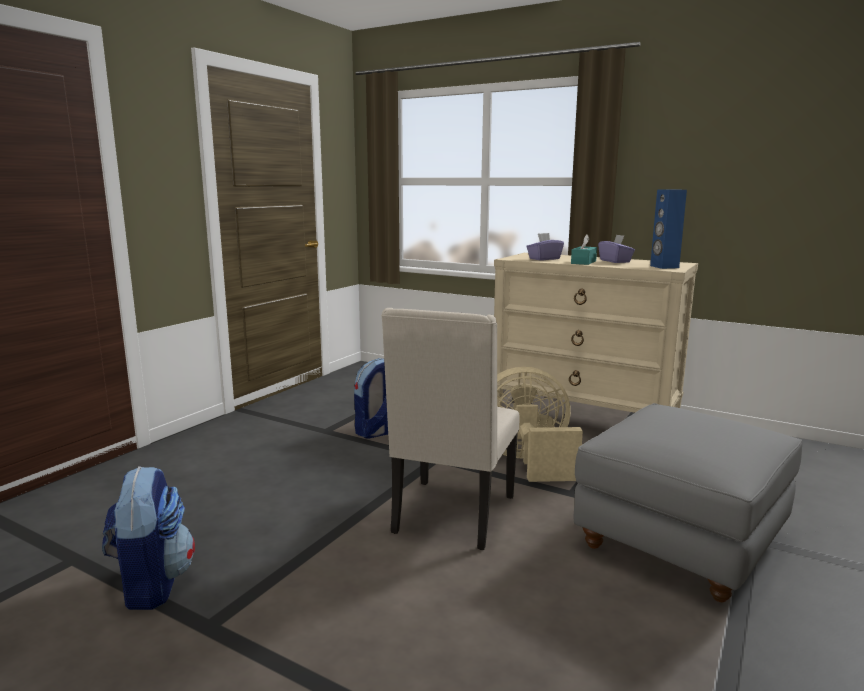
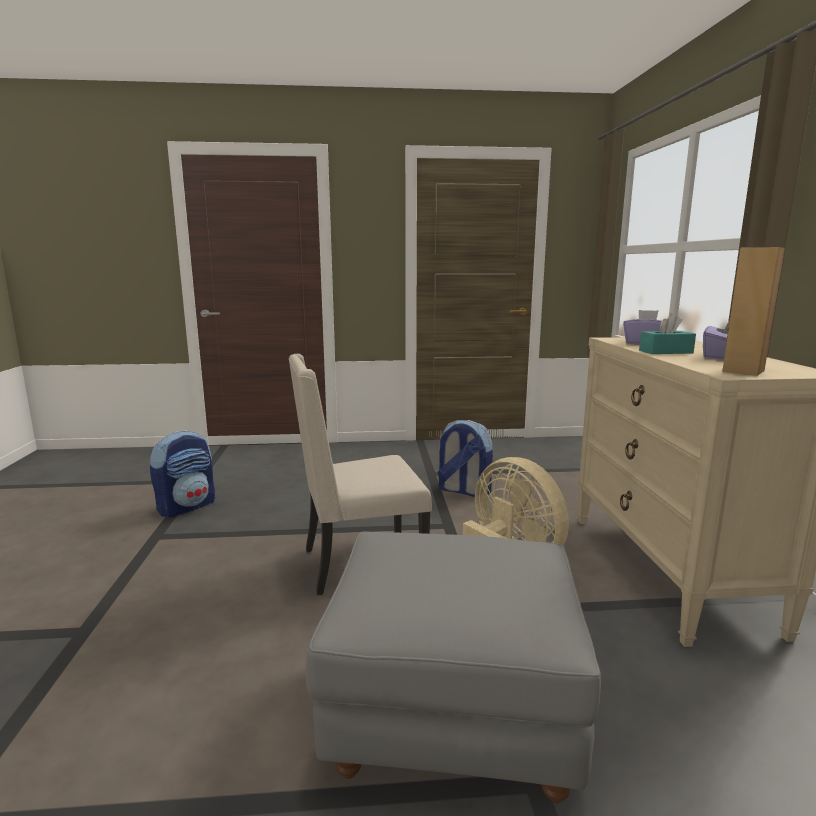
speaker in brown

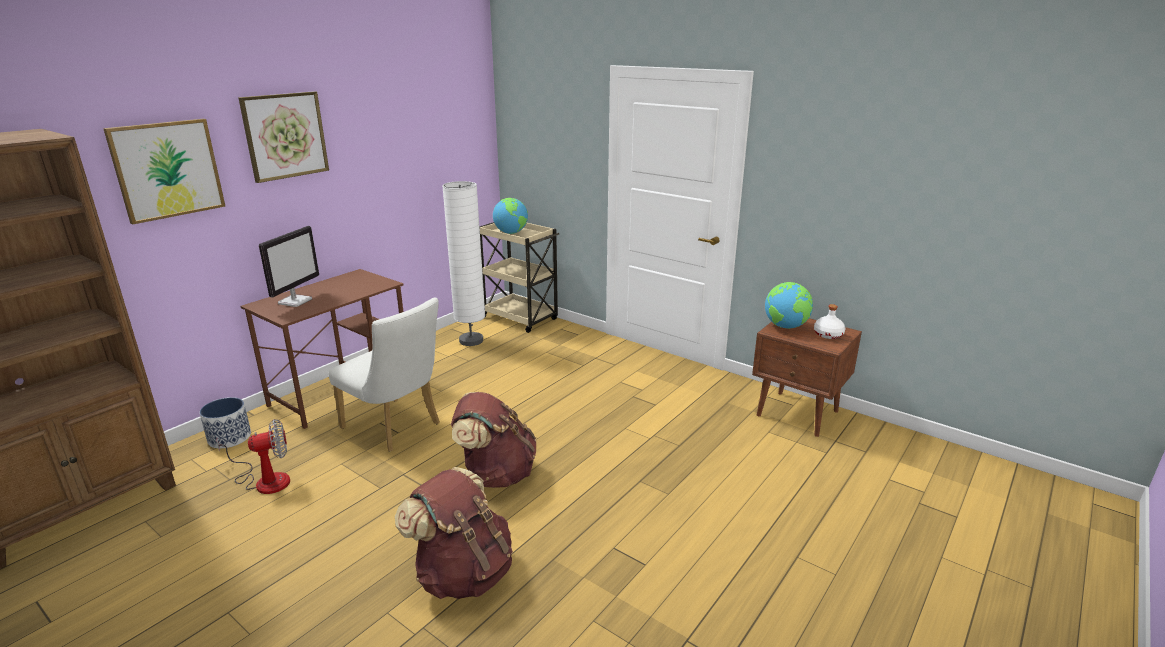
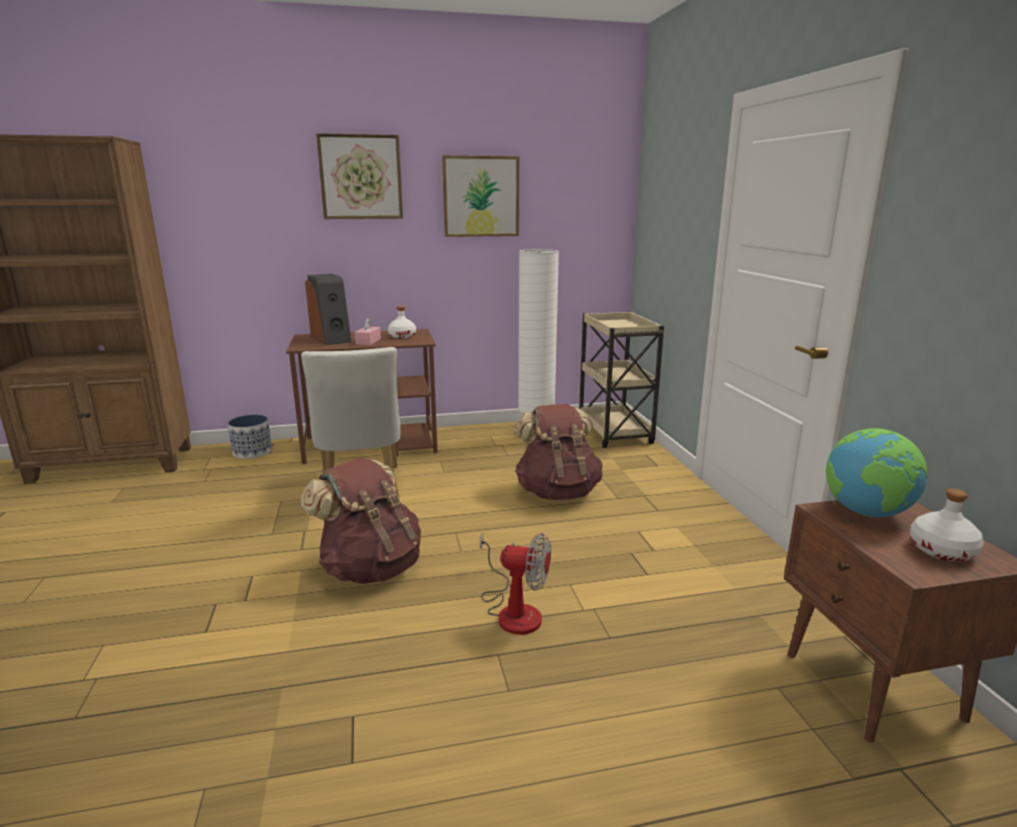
picture (2nd from left)
fan
speaker
backpack in brown (2nd from left)
globe (1st from left in the first image)
tissue box in pink
bottle in white (1st from left)

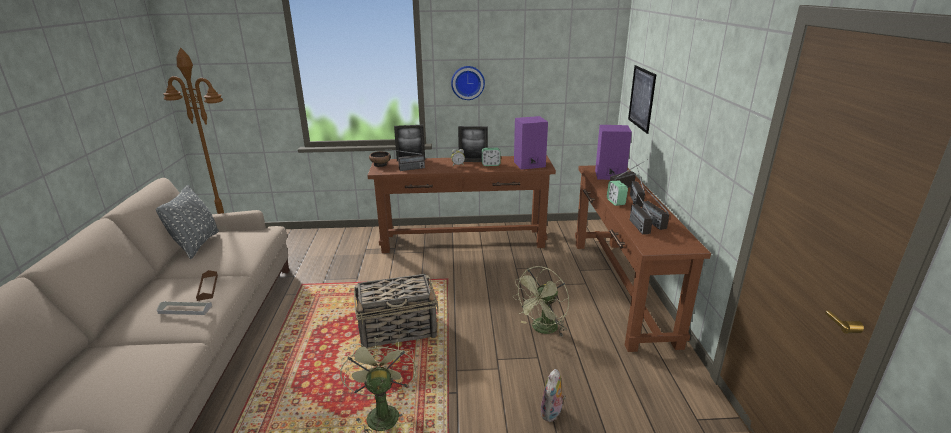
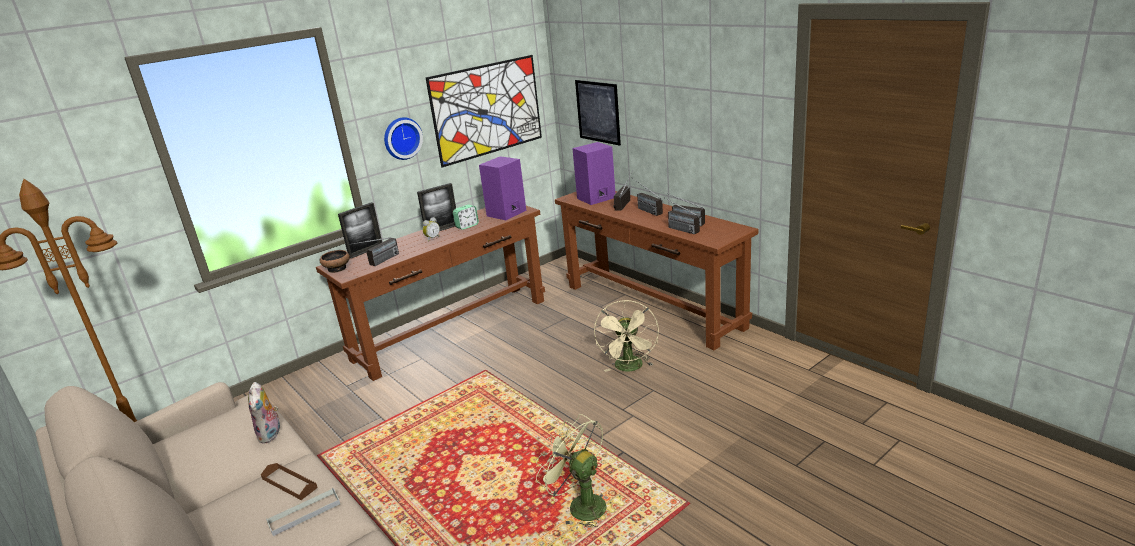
pillow in grey
basket
fan in beige
plush toy
alarm clock (3rd from left in the first image)
picture (1st from left)

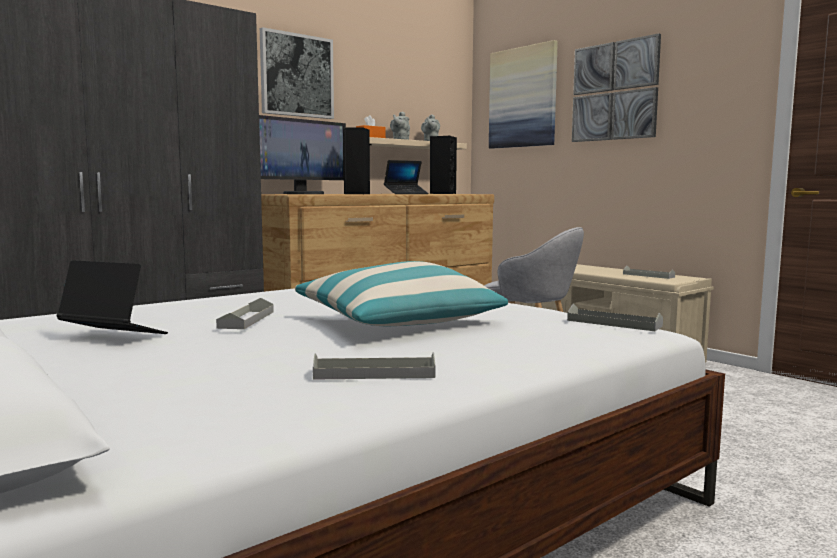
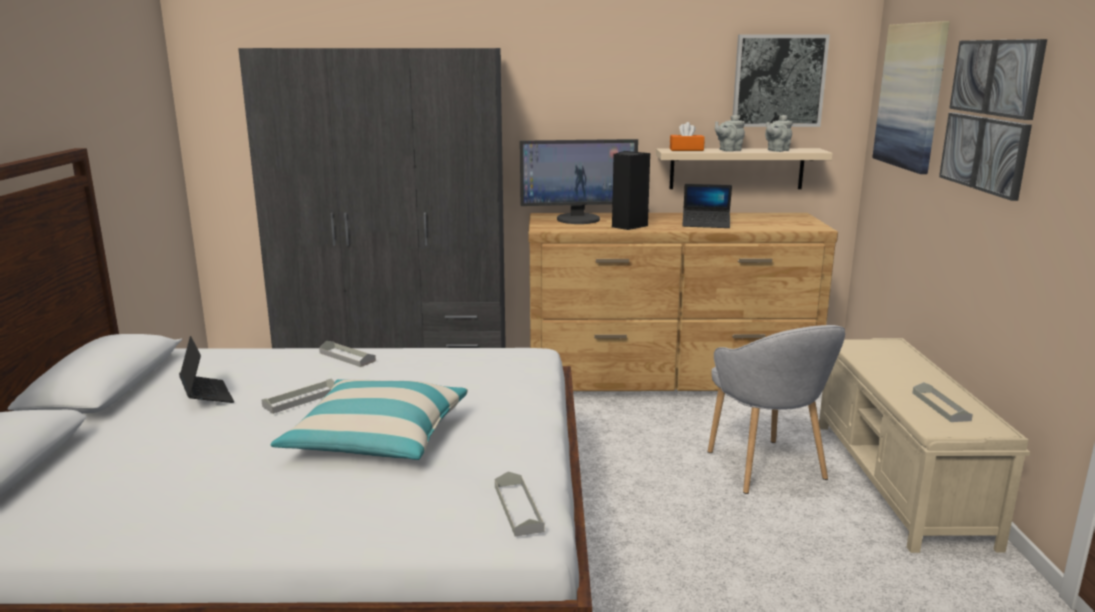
picture (1st from left)
tray in grey (2nd from left)
speaker in black (2nd from left in the first image)

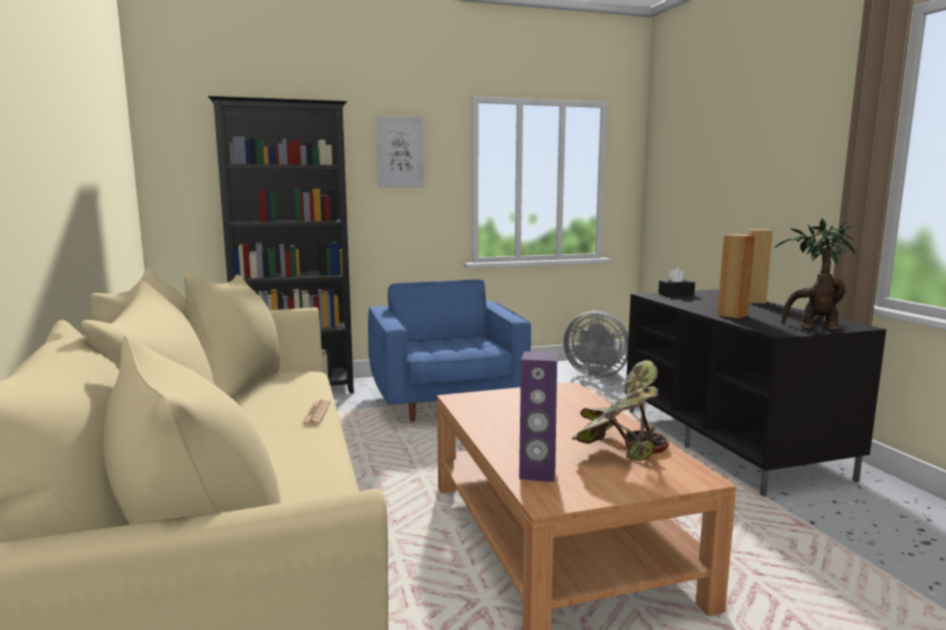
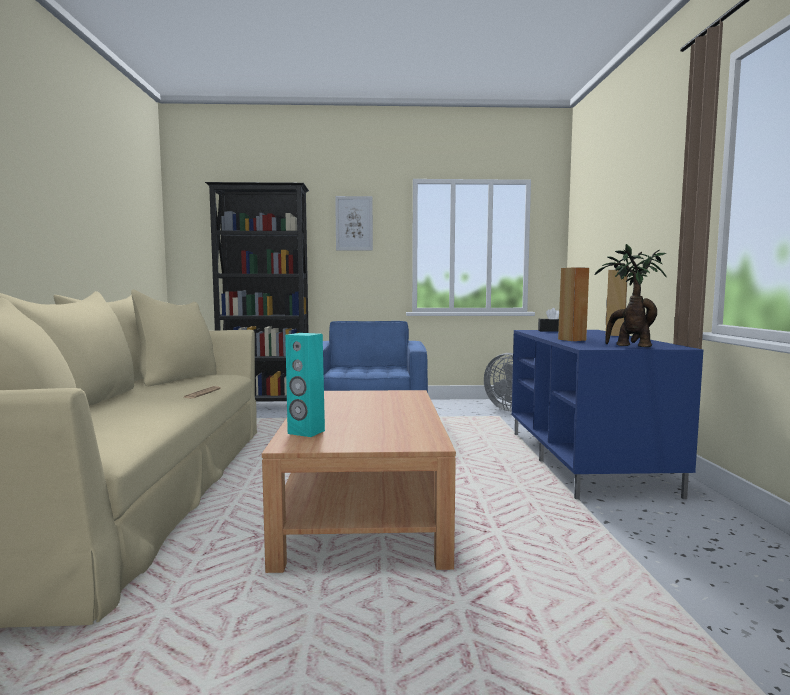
speaker in turquoise
potted plant (1st from left in the first image)
tv stand in blue

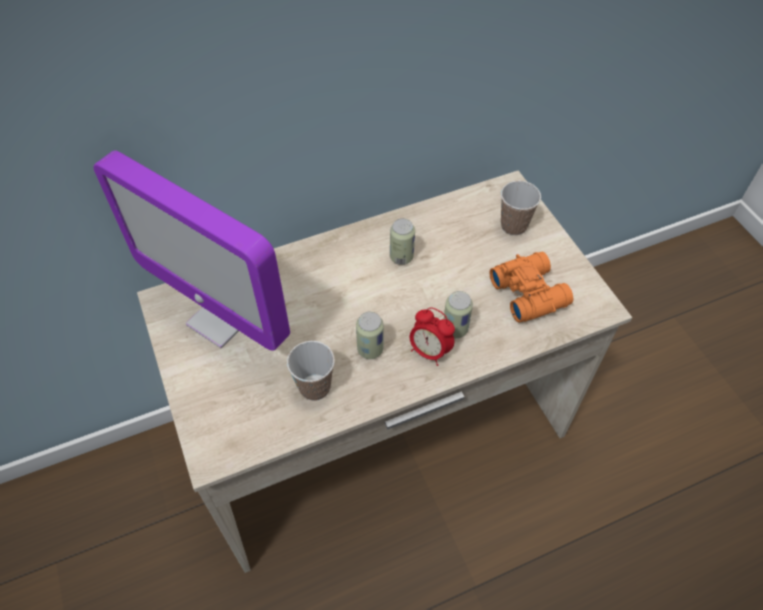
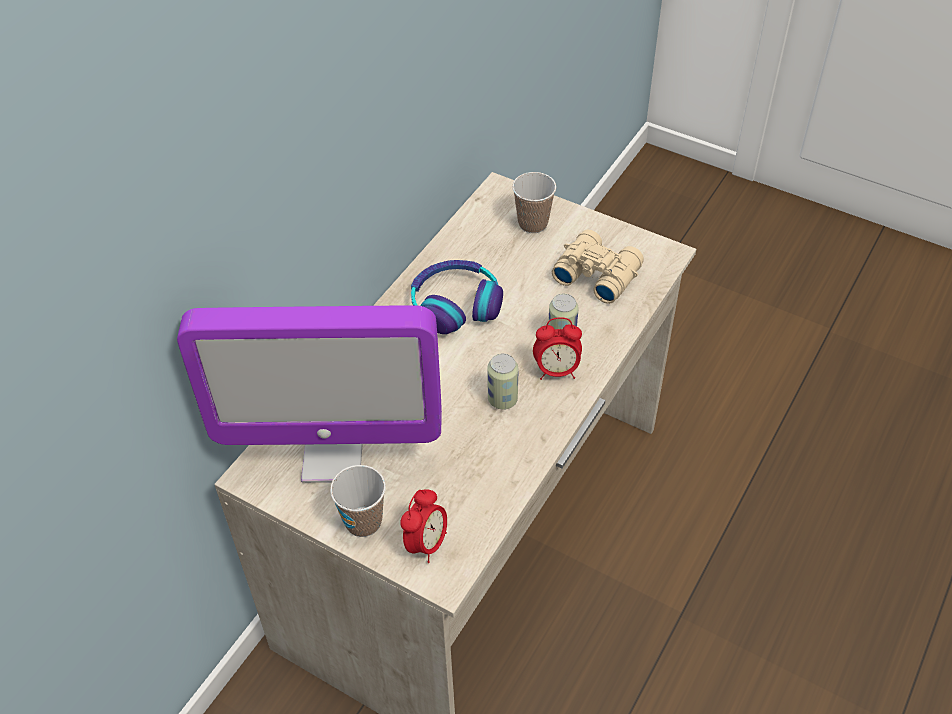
cup (1st from left)
headphones
binoculars in beige
alarm clock (1st from left)

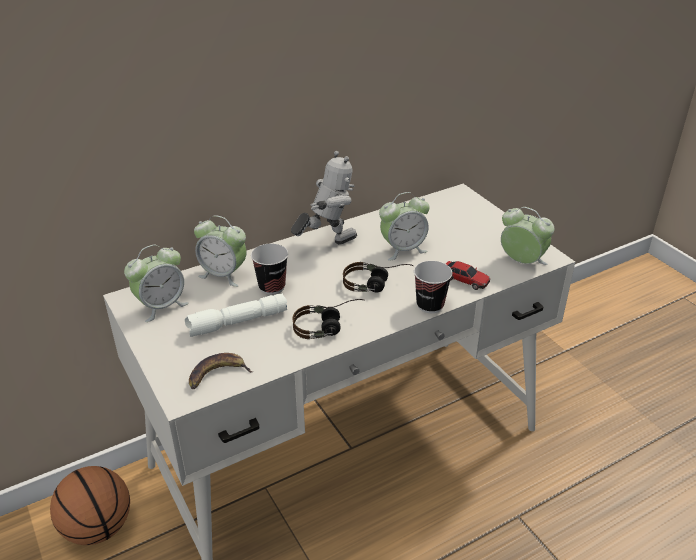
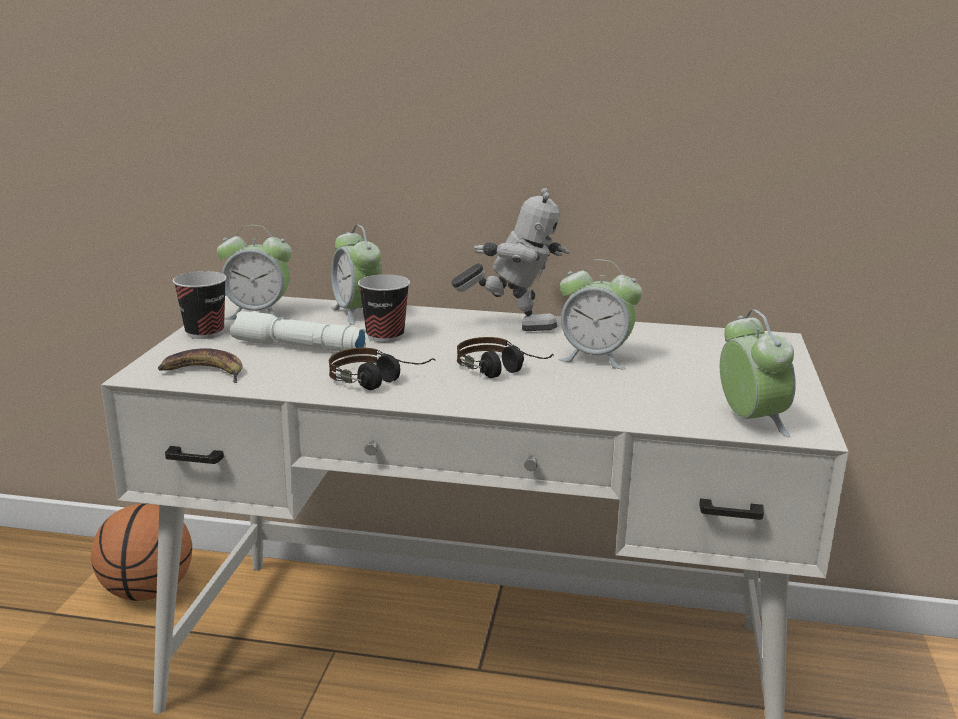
cup (1st from left)
toy car

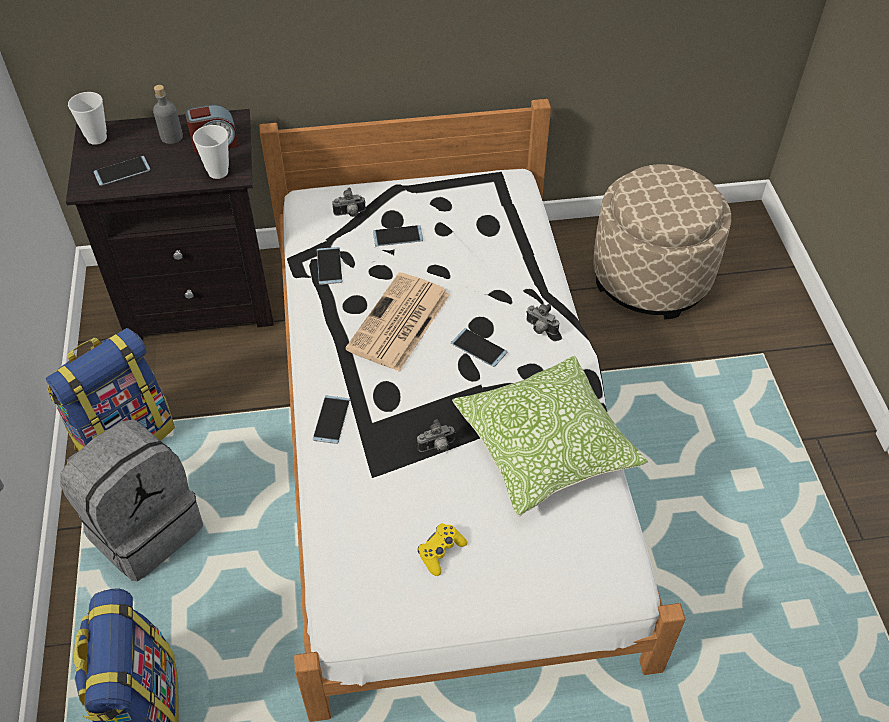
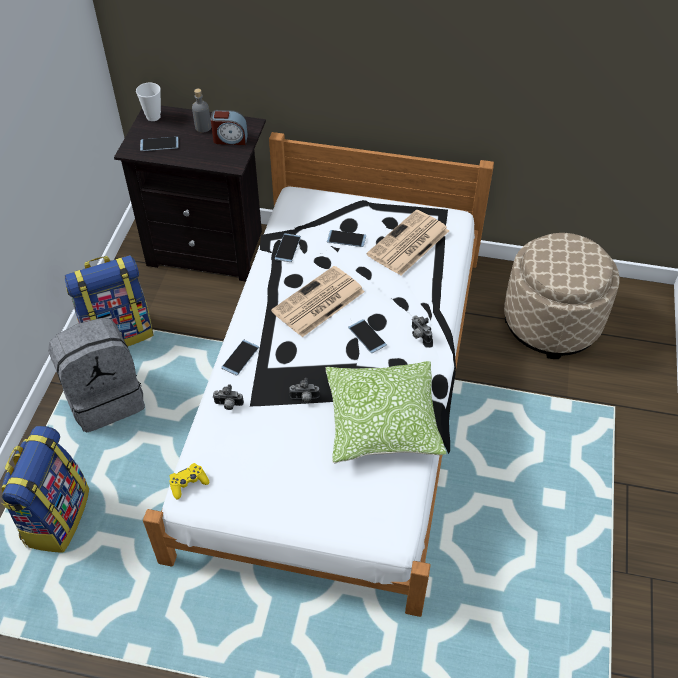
cup (2nd from left in the first image)
photo camera (1st from left)
game controller in yellow
newspaper (2nd from left)

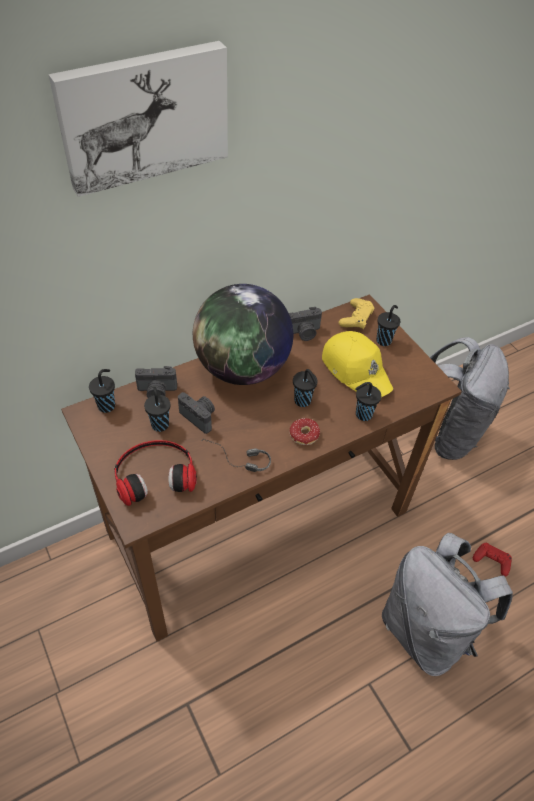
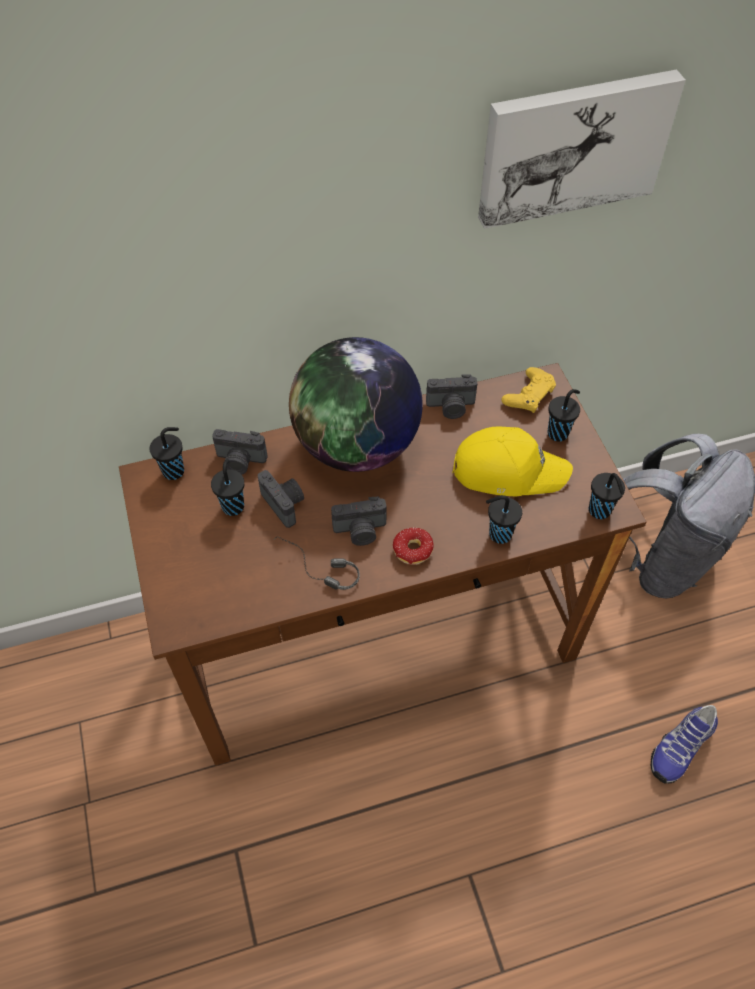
picture
headphones (1st from left in the first image)
cup in black (5th from left)
cap in yellow
backpack in grey (1st from left in the first image)
shoe
photo camera (3rd from left)

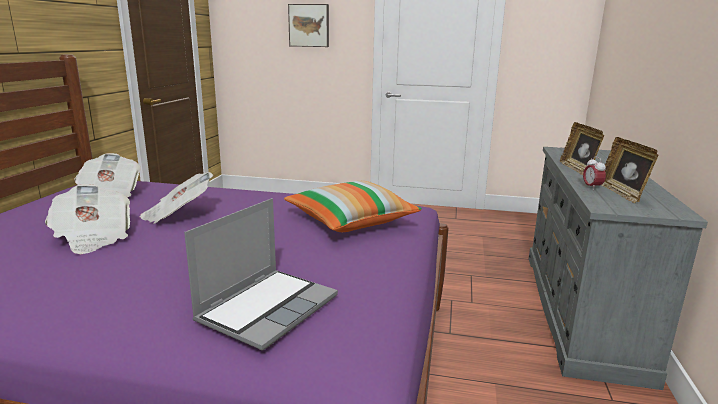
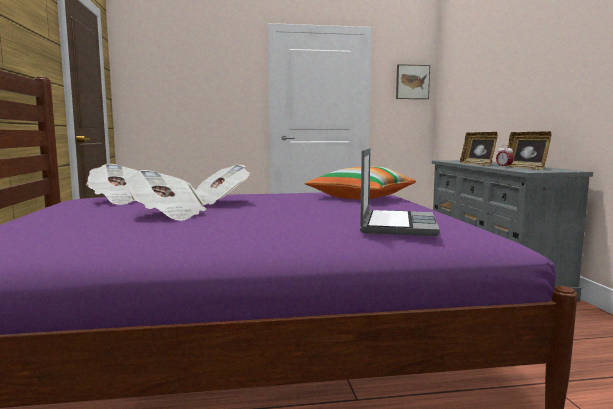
picture

